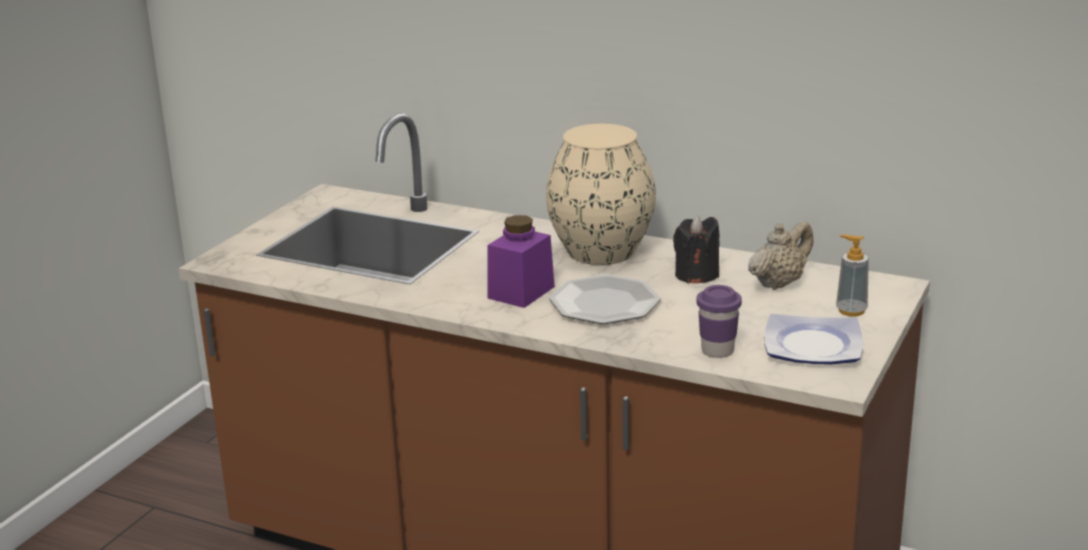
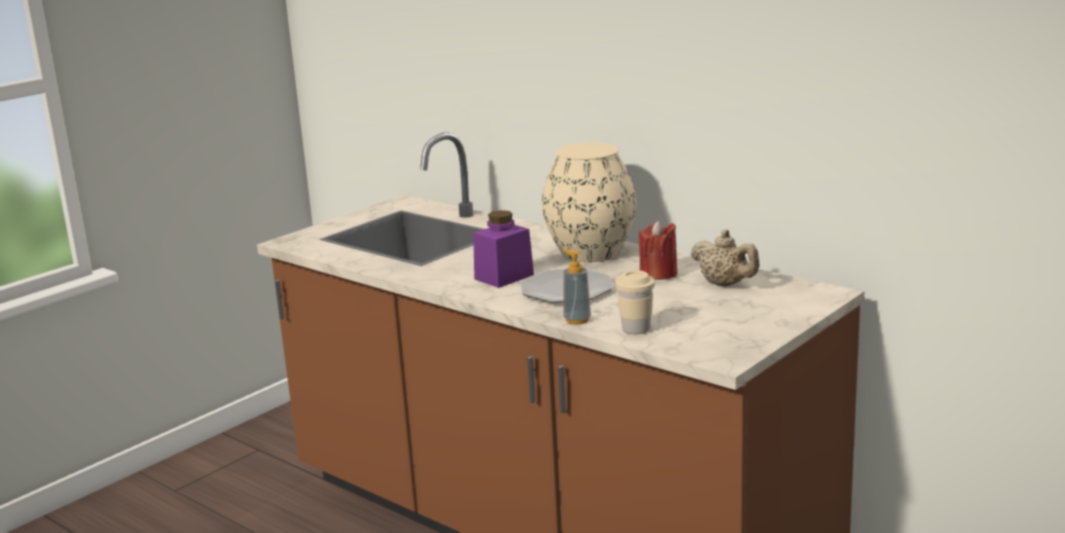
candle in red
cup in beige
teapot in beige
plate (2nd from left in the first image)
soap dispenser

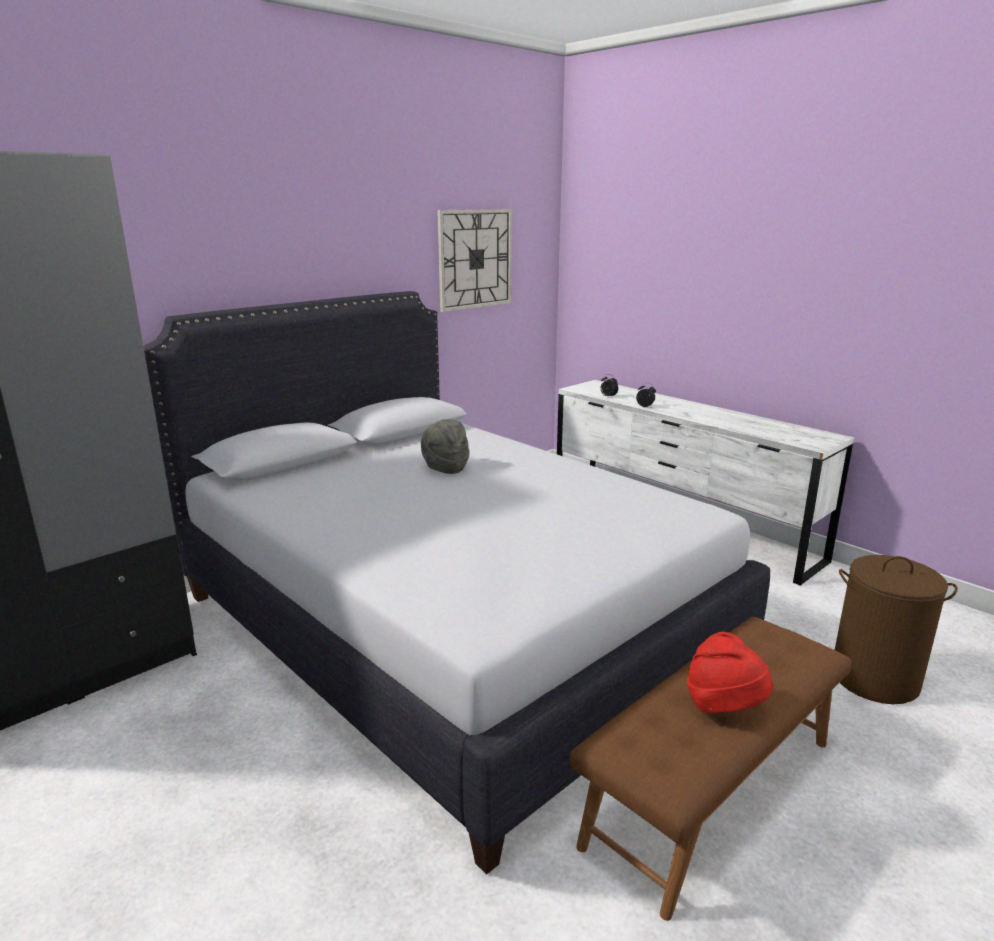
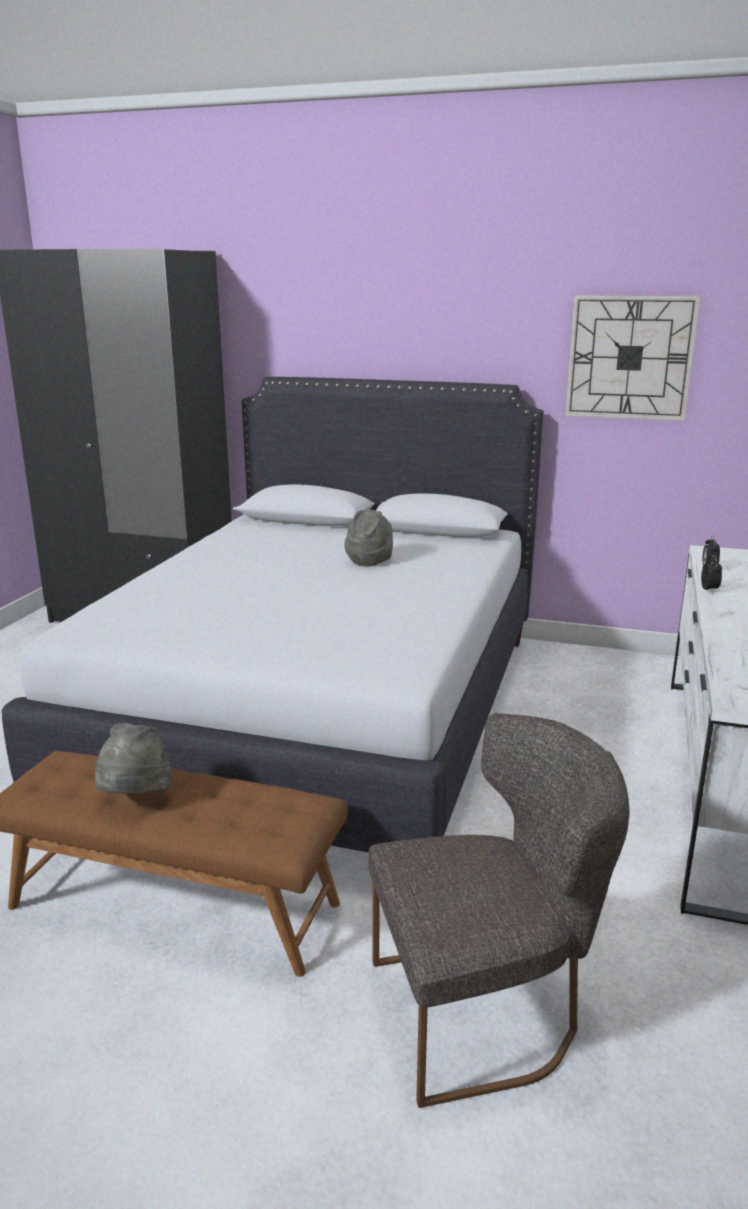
hat in grey (1st from left)
chair in grey

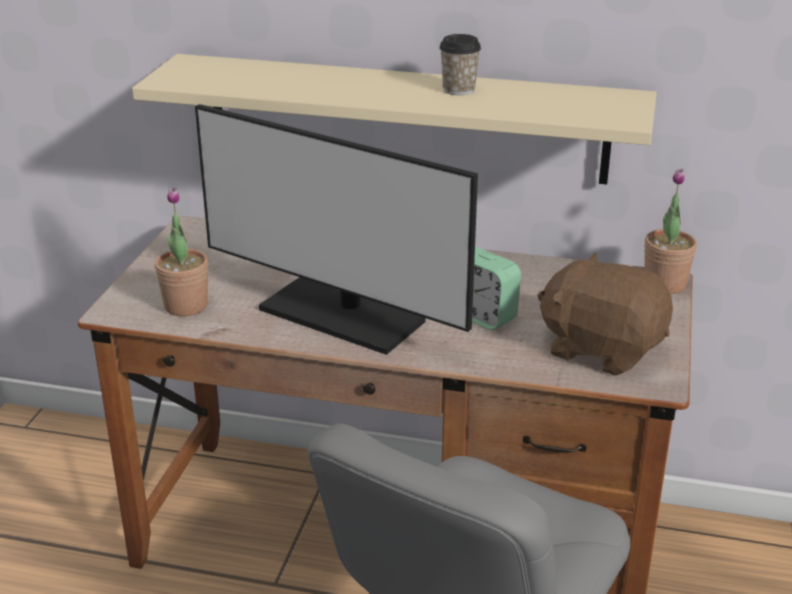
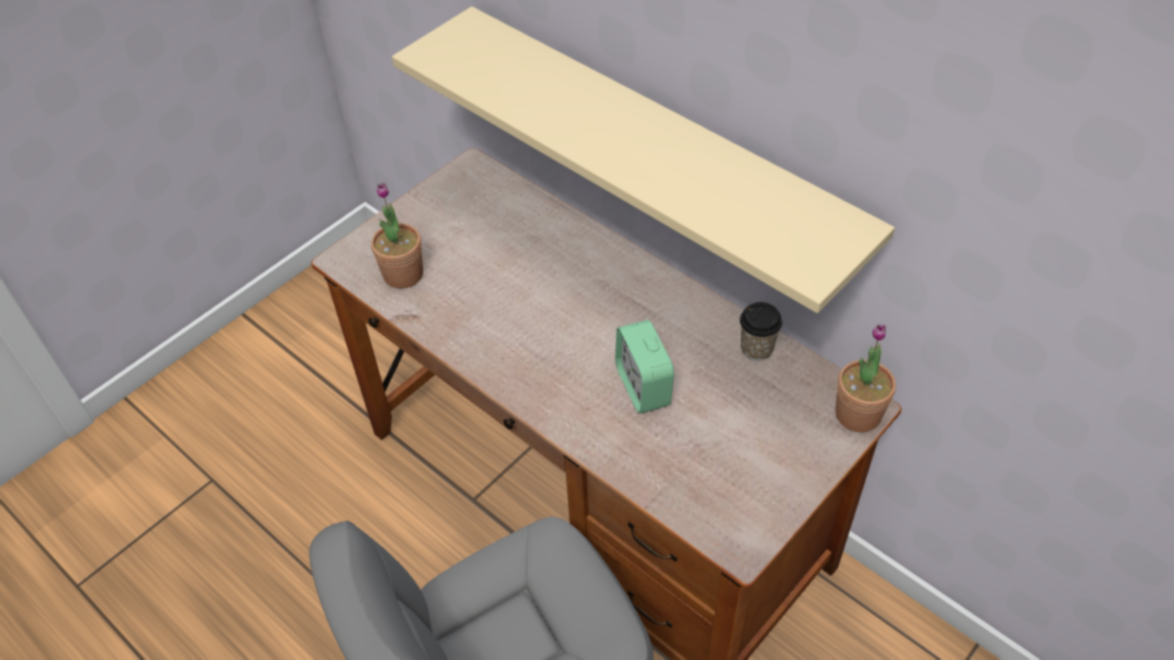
monitor
cup
plush toy in brown

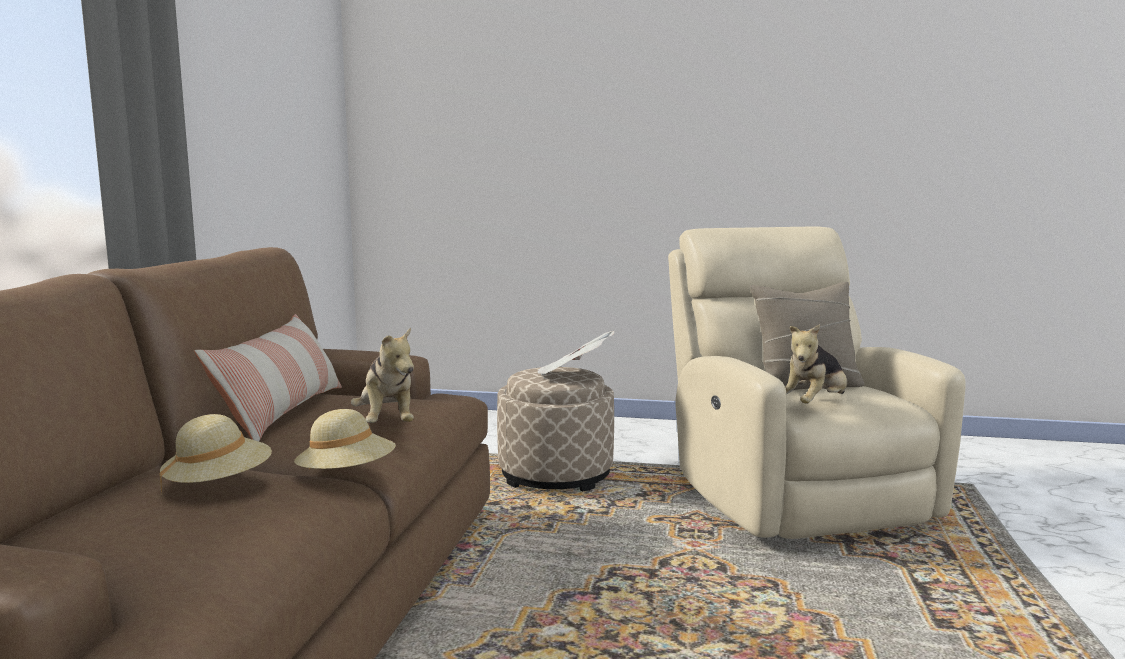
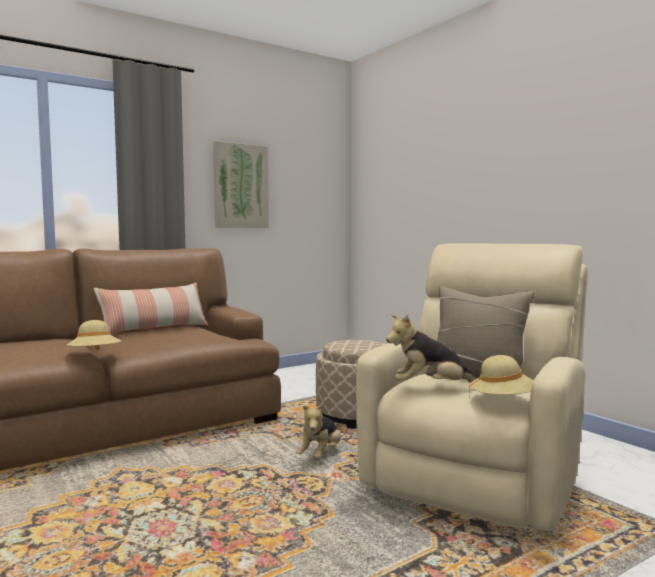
hat in beige (2nd from left)
plush toy (1st from left)
newspaper
picture

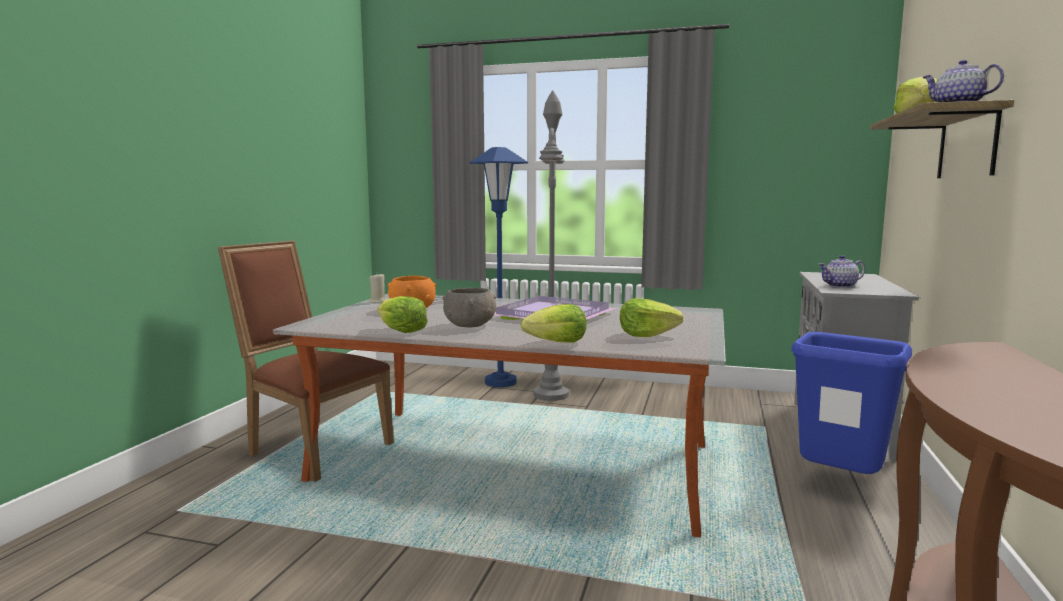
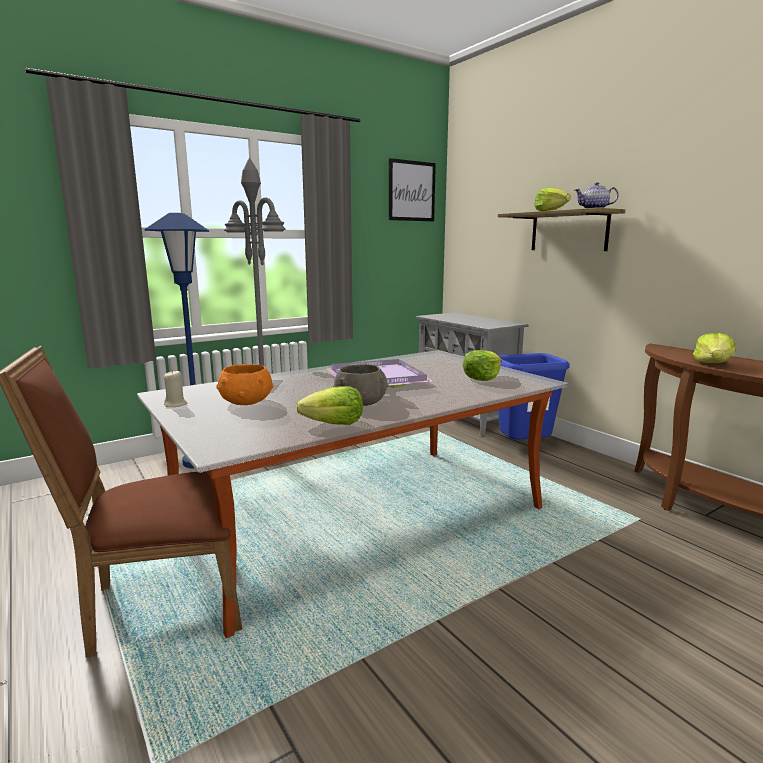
lettuce (4th from left)
teapot (1st from left in the first image)
picture

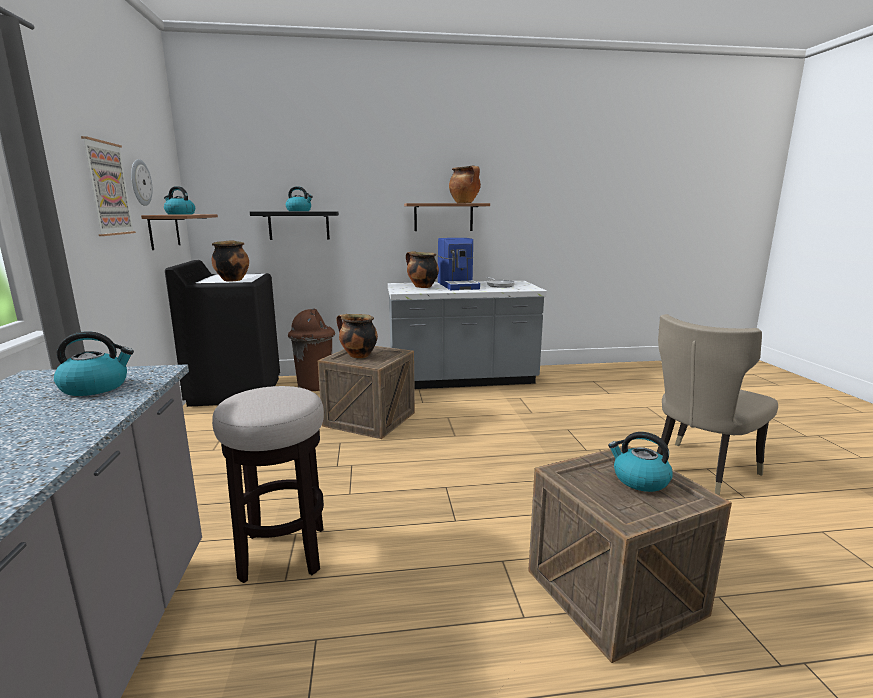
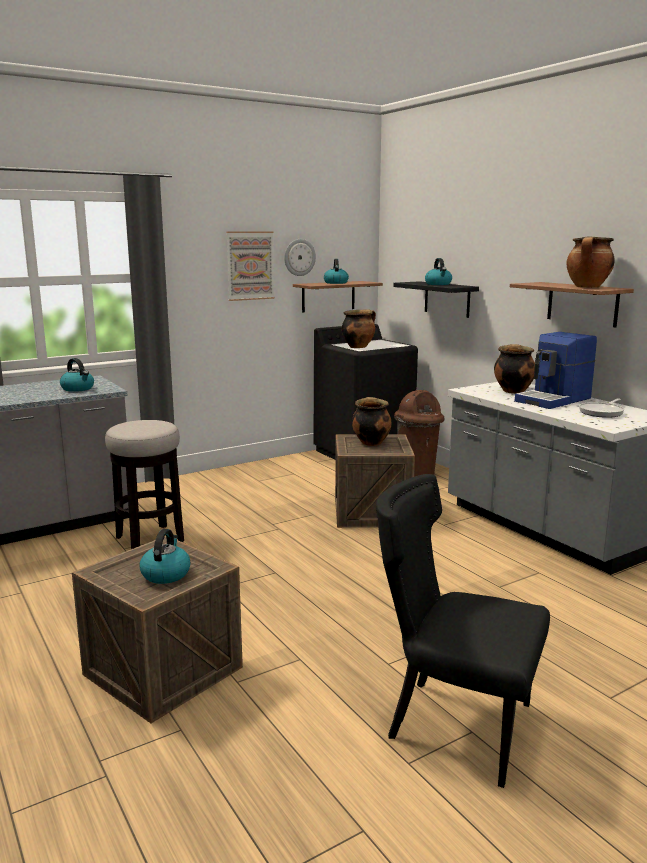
chair in black

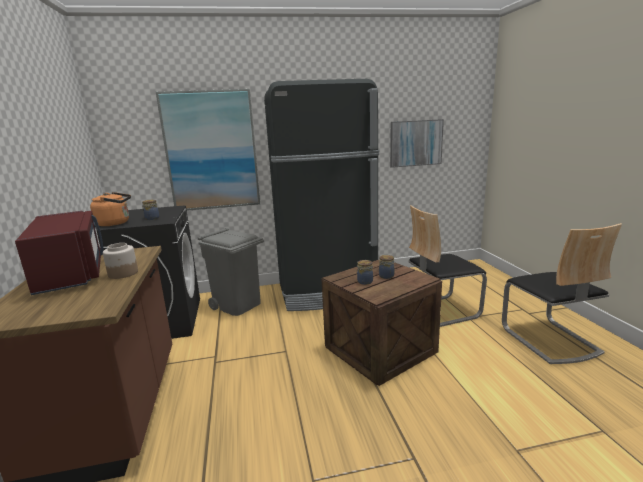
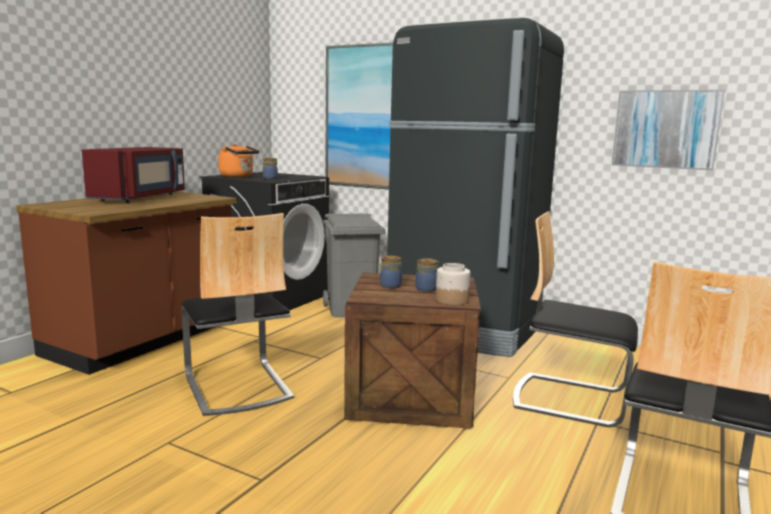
jar (4th from left)
chair (1st from left)

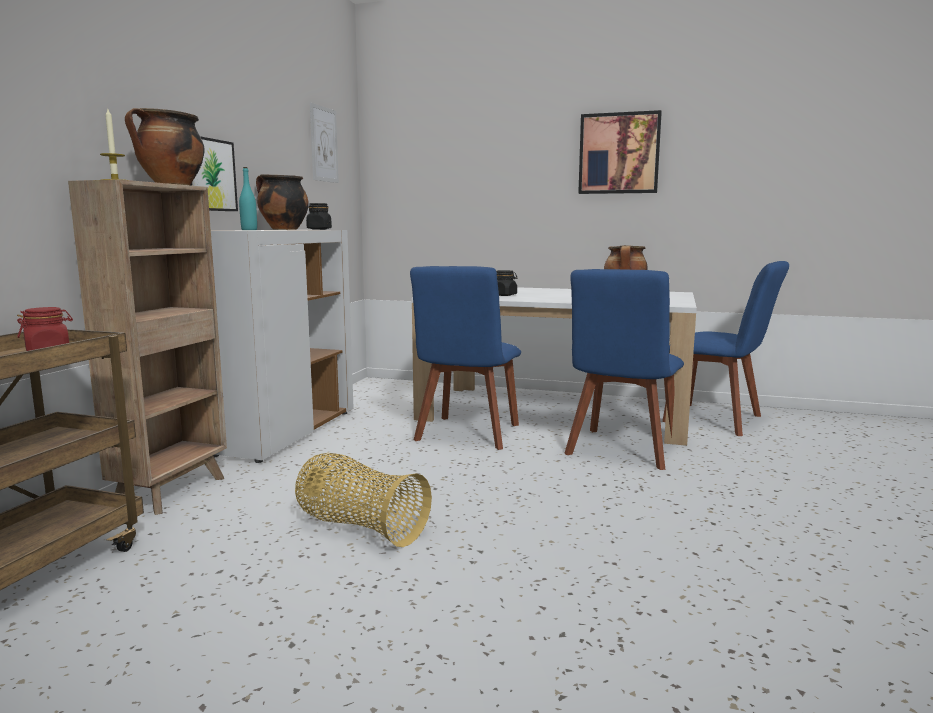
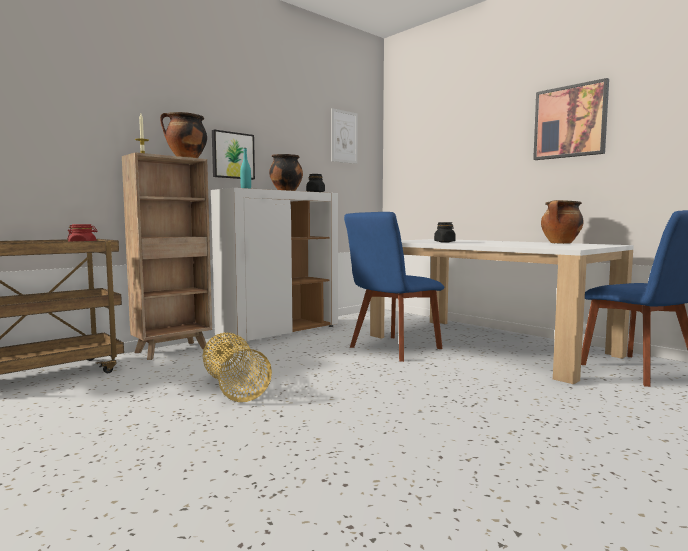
chair in blue (2nd from left in the first image)

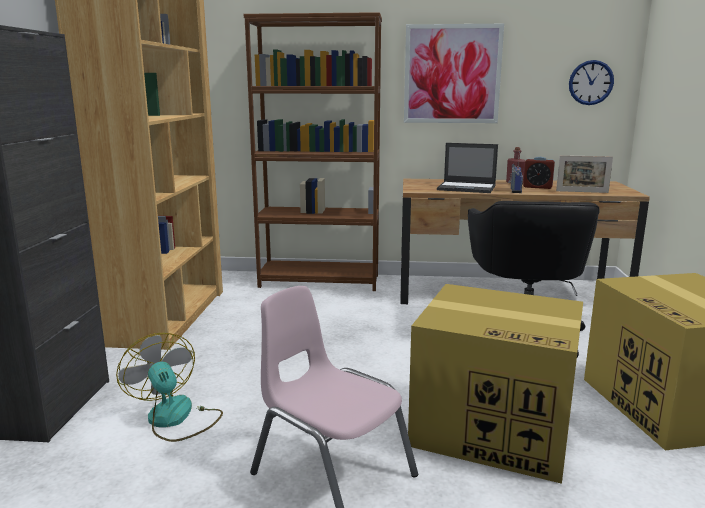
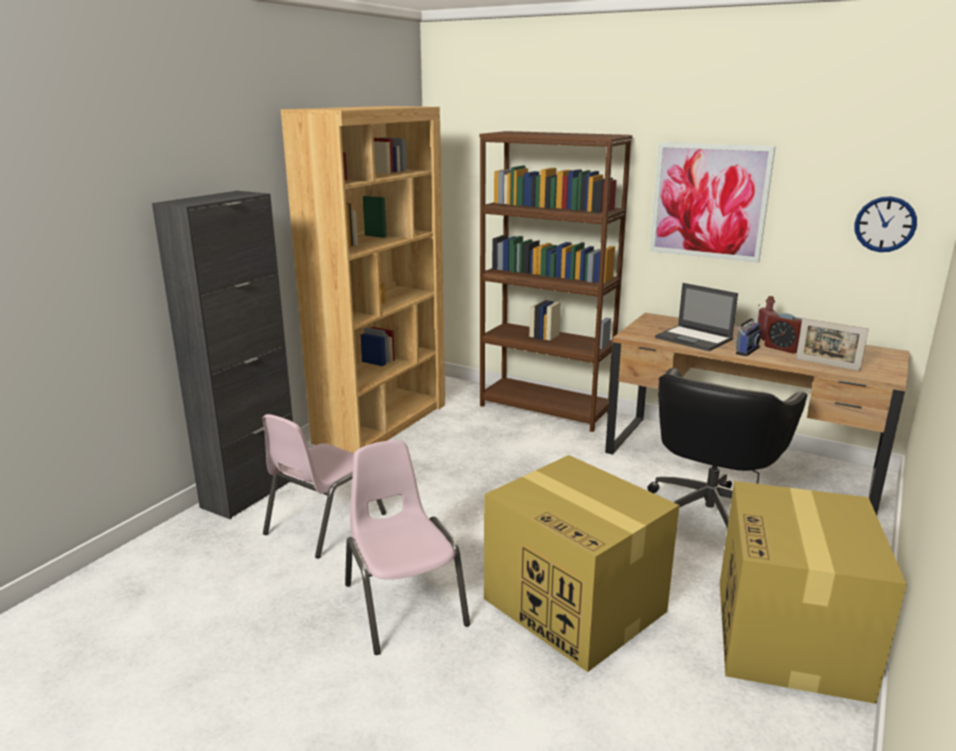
chair in pink (1st from left)

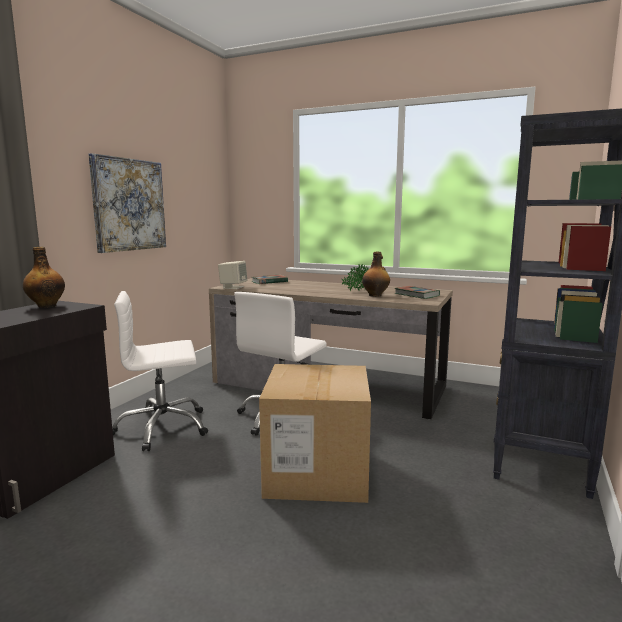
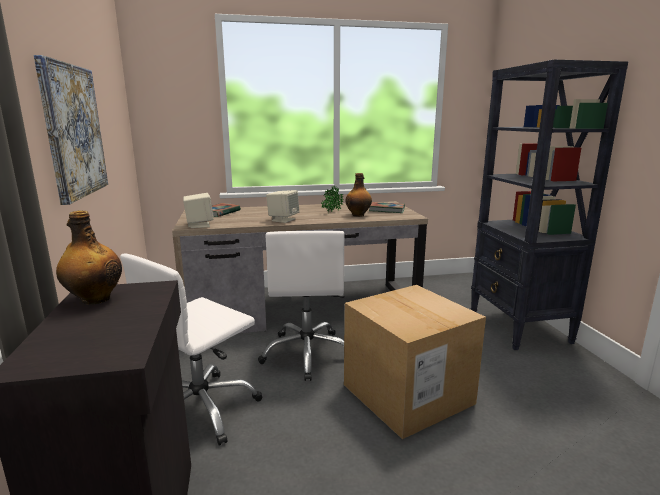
speaker in beige (2nd from left)

